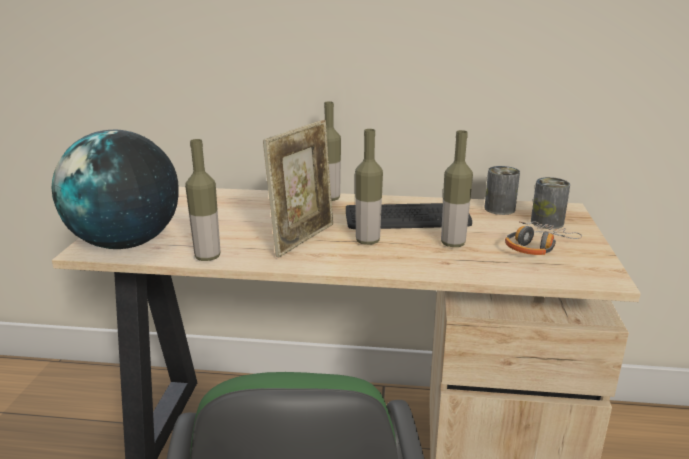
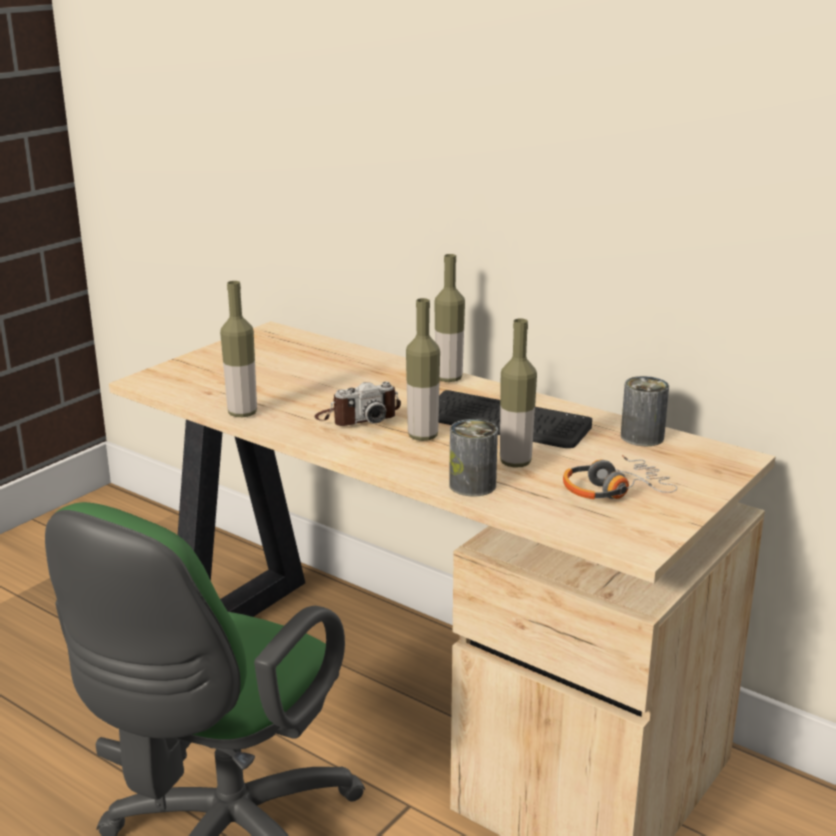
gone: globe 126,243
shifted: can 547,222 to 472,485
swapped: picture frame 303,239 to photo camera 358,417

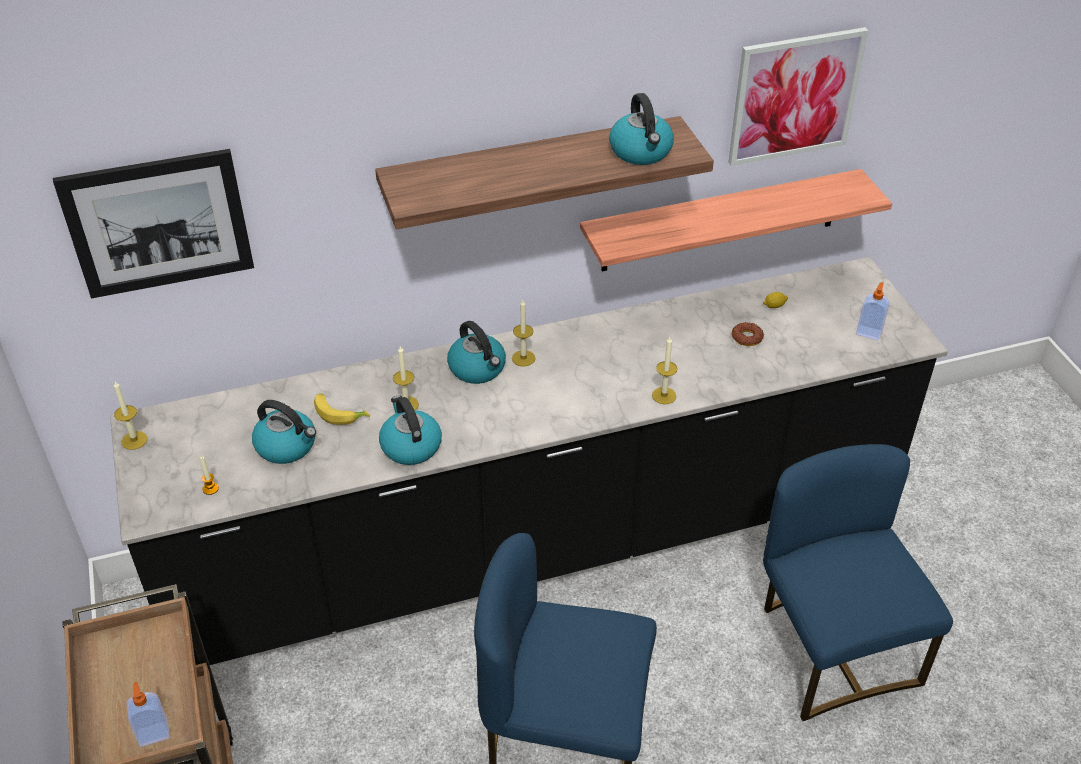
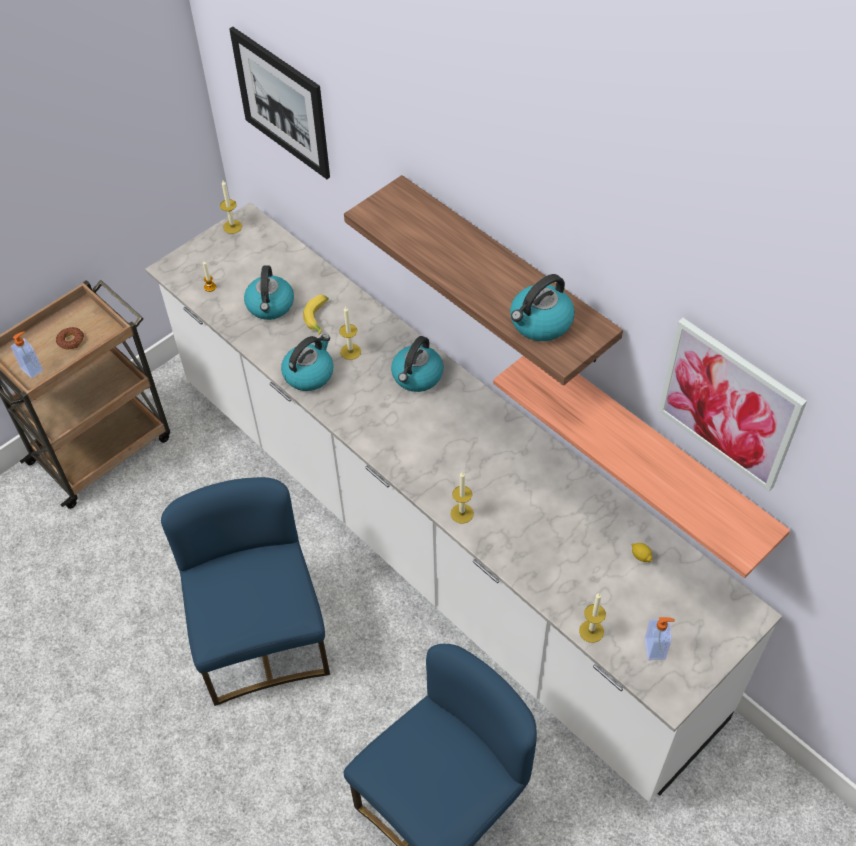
shifted: candle 523,358 to 591,631; donut 747,337 to 71,340
repainted: black counter 540,544 to white counter 431,542

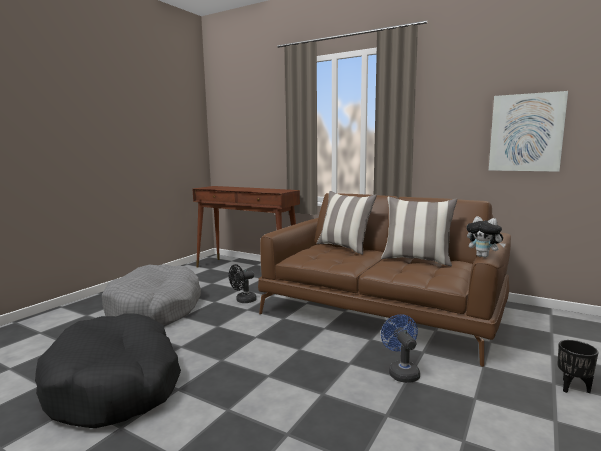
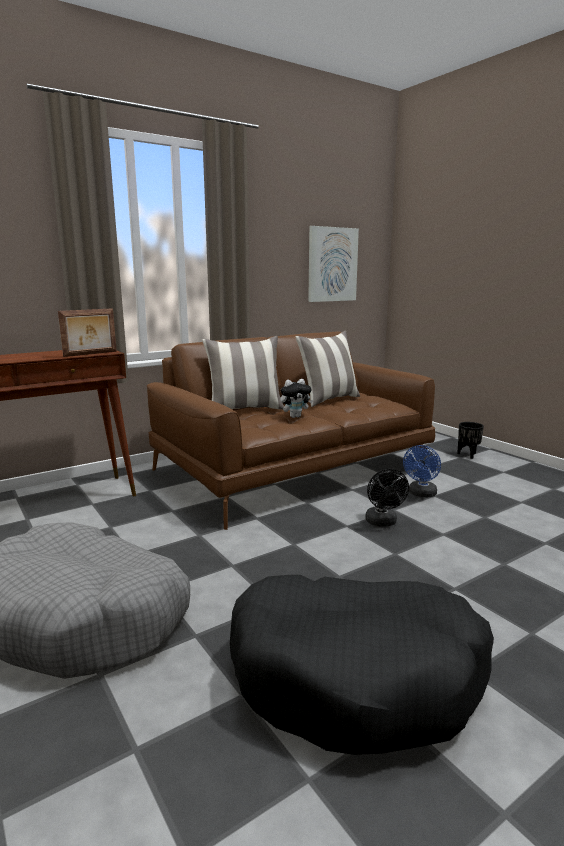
new: picture frame 91,354
shifted: black fan 243,300 to 383,523; plush toy 484,256 to 295,416
rotated: blue fan 401,372 = 421,494 75 degrees counterclockwise

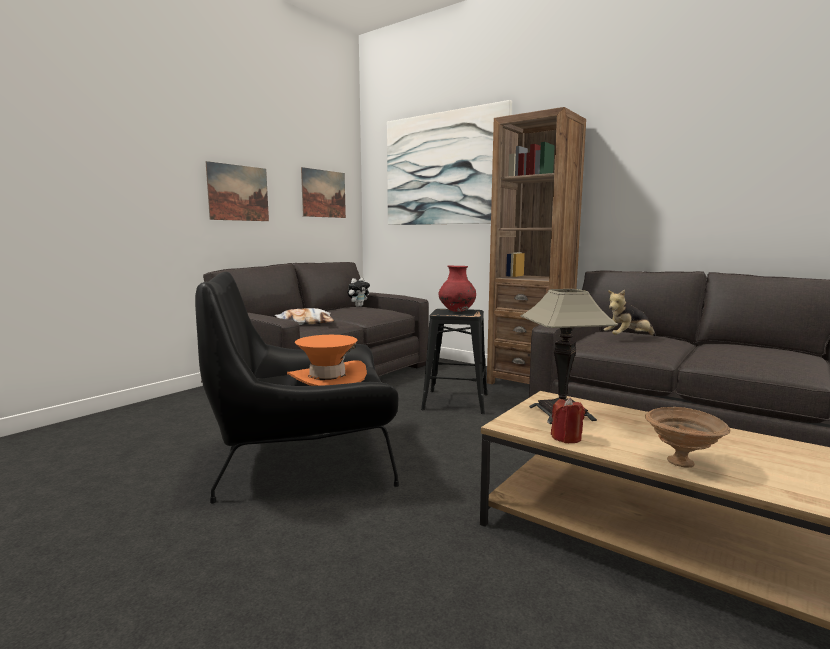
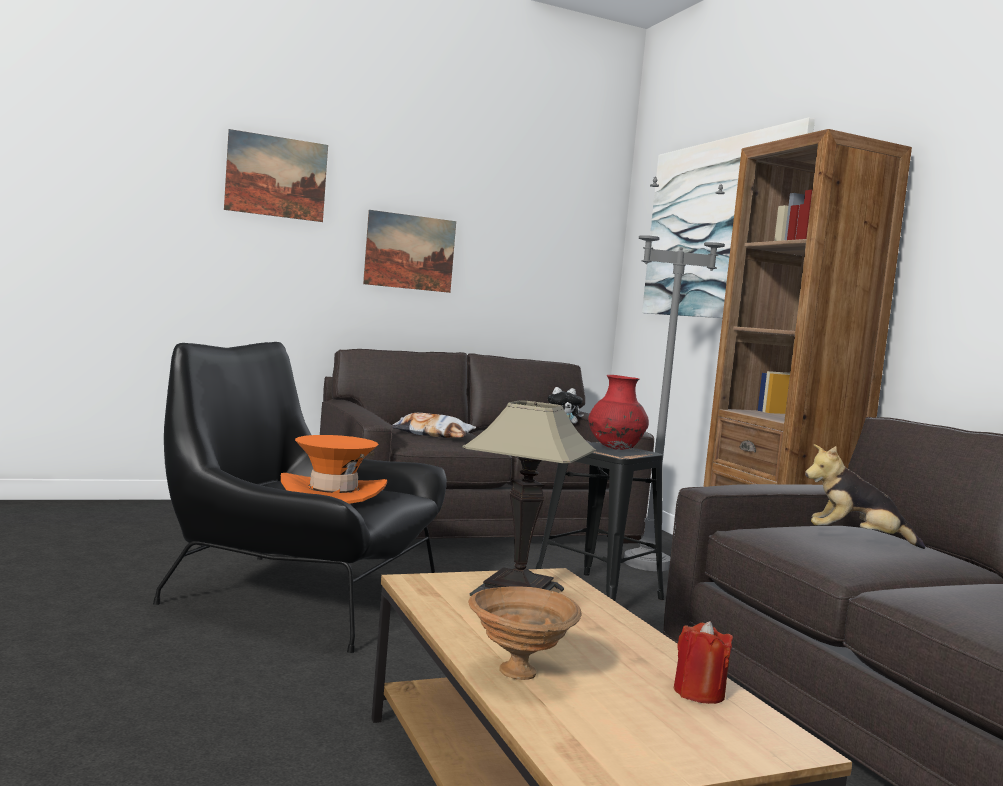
new: grey floor lamp 647,564
shifted: picture 323,194 to 276,176; red candle 566,438 to 699,693

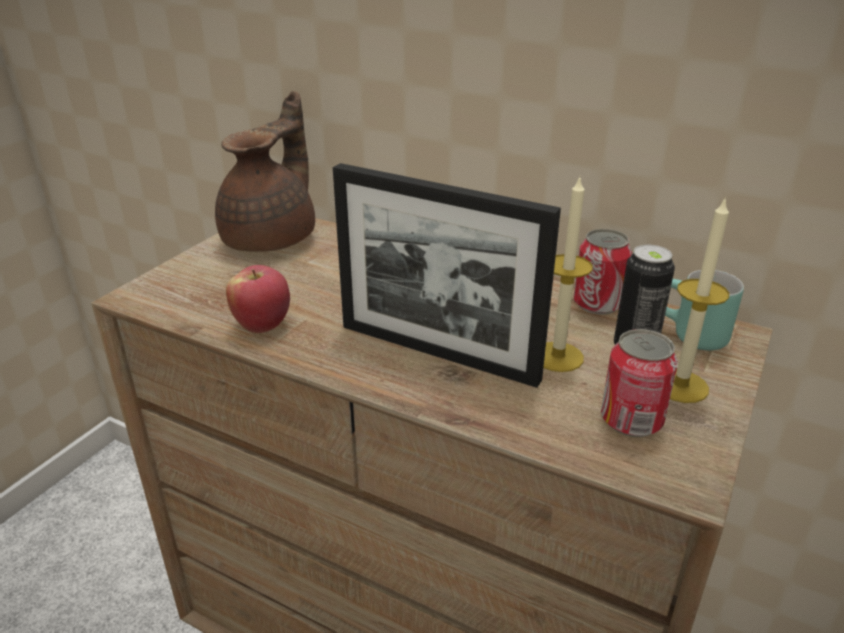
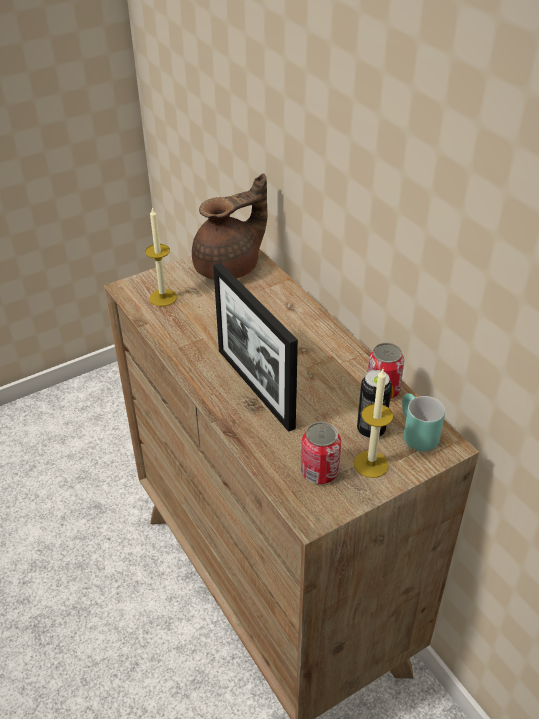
gone: apple 262,325
shifted: candle 558,356 to 163,297

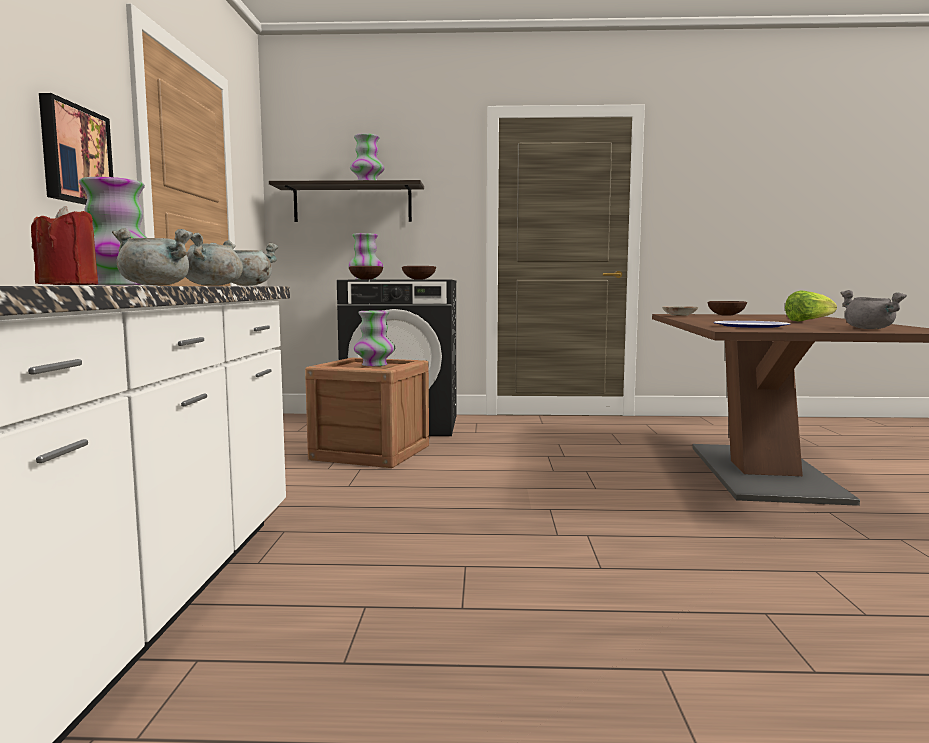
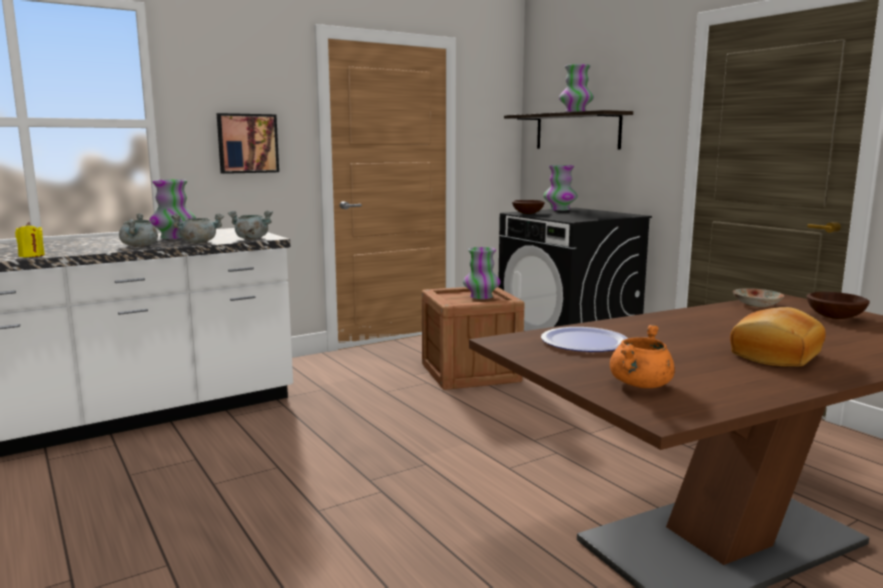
gone: brown bowl 419,279
swapped: lettuce 808,321 to bread 773,354
repainted: red candle 68,285 to yellow candle 32,256; grey cooking pot 870,329 to orange cooking pot 641,385

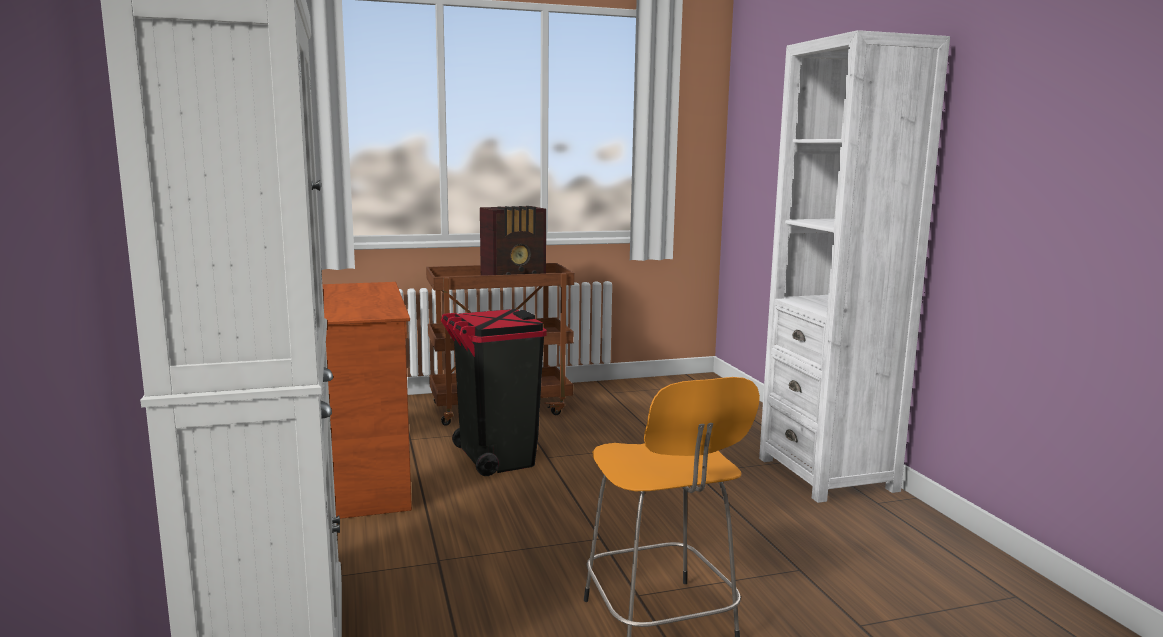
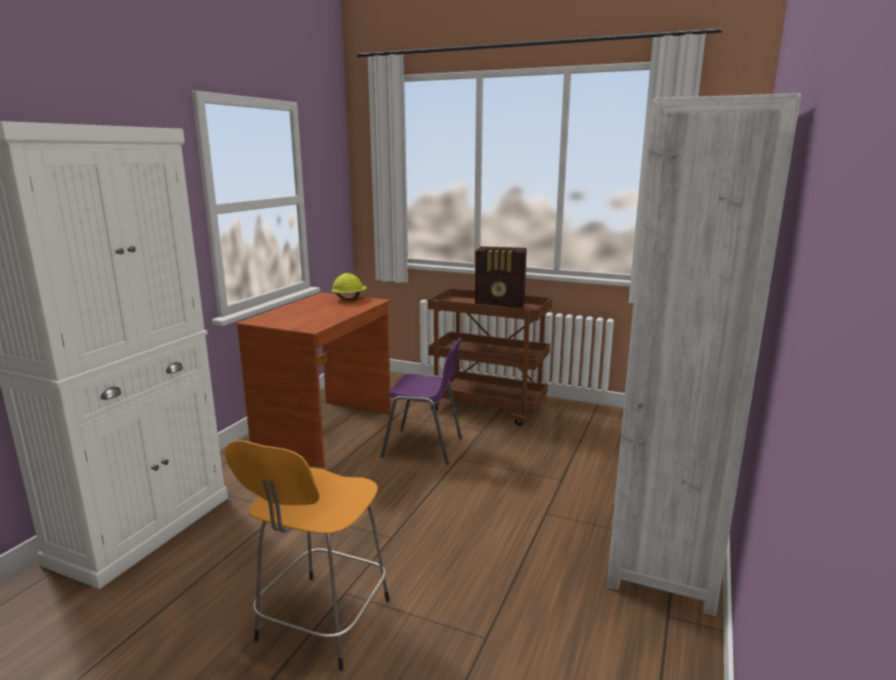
new: yellow hard hat 349,299
swapped: black trash can 496,458 to purple chair 425,447

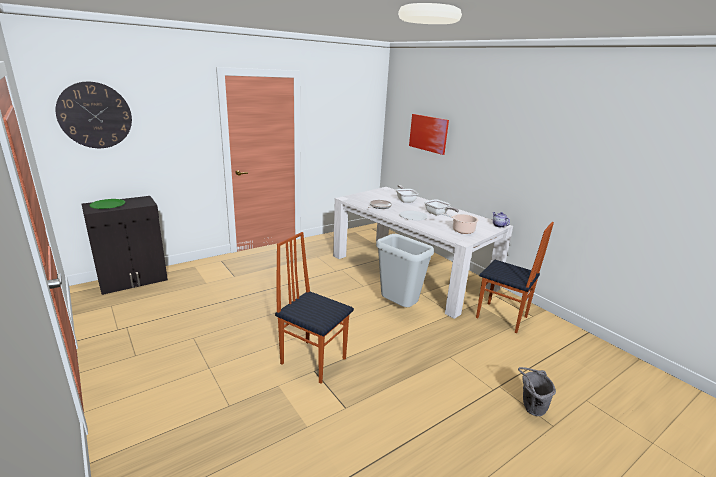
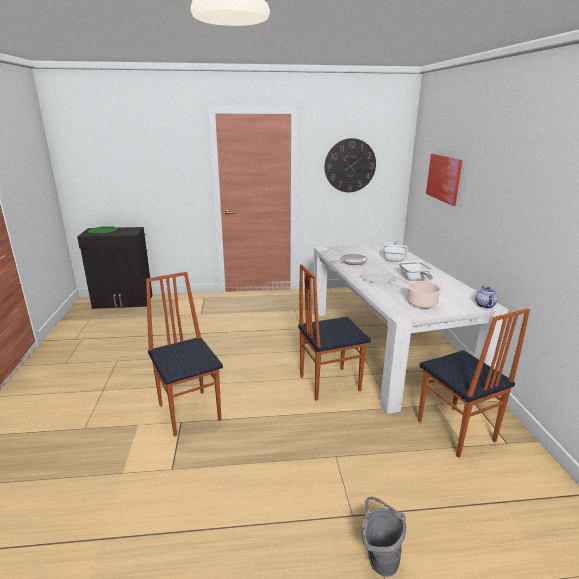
shifted: wall clock 95,115 to 350,165
swapped: grey trash can 397,308 to chair 328,383

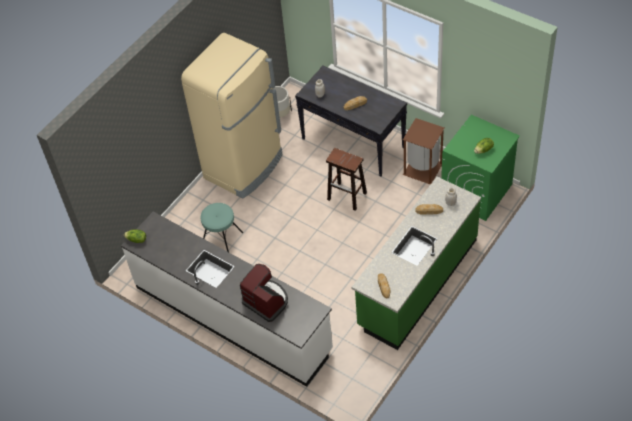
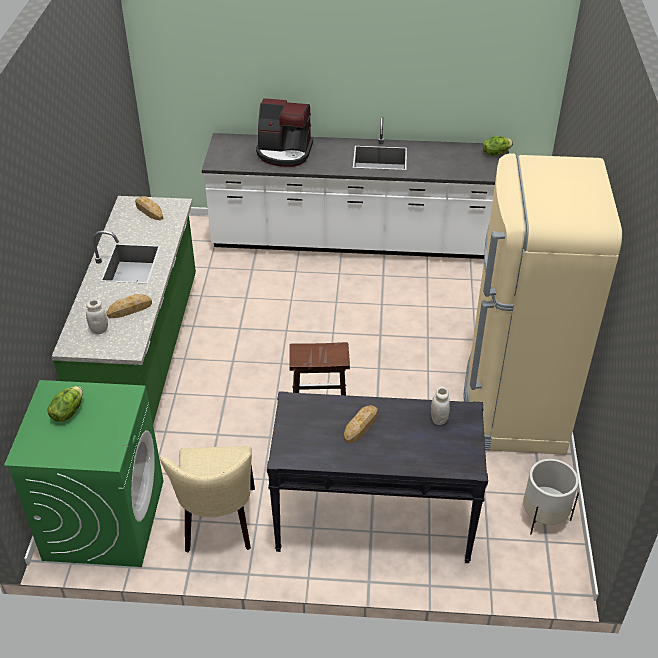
gone: turquoise stool 222,240
swapped: brown trash can 423,168 to beige chair 219,523

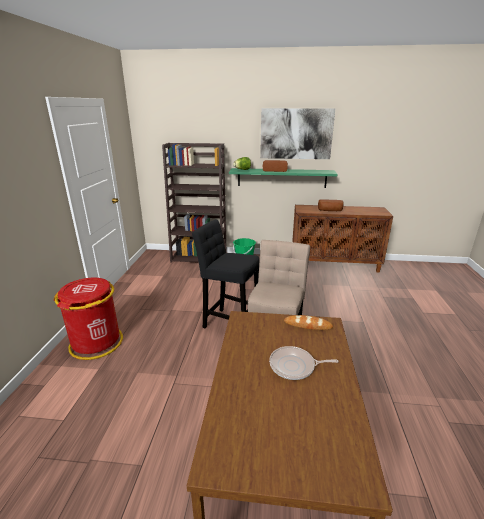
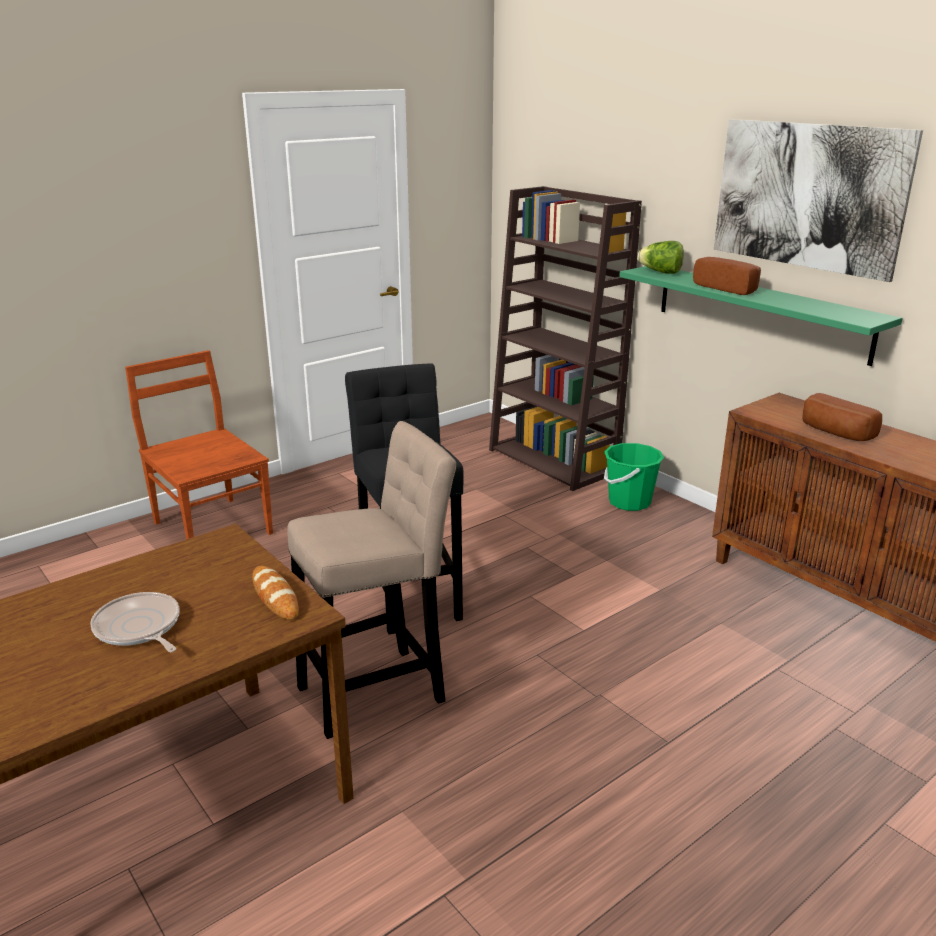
swapped: red trash can 96,343 to brown chair 211,526

